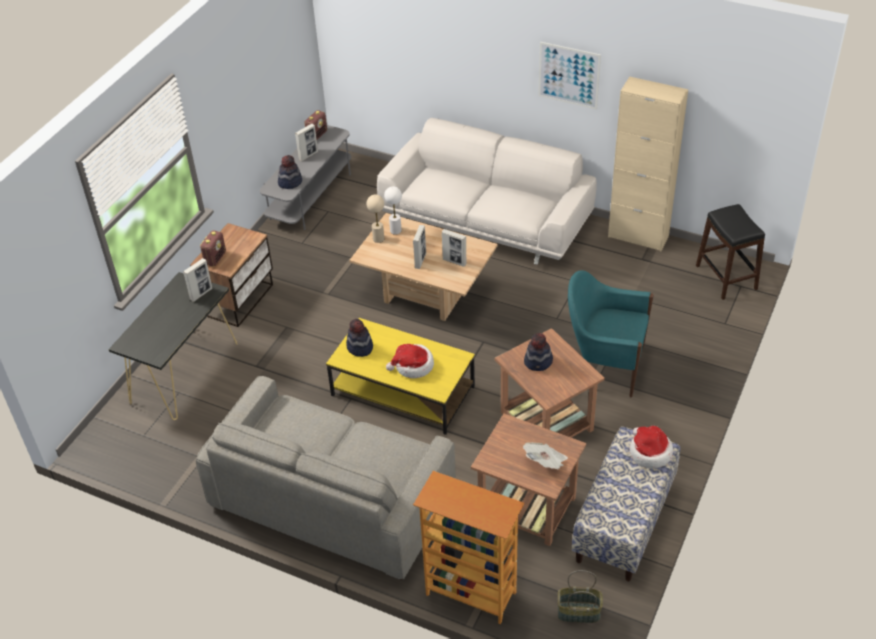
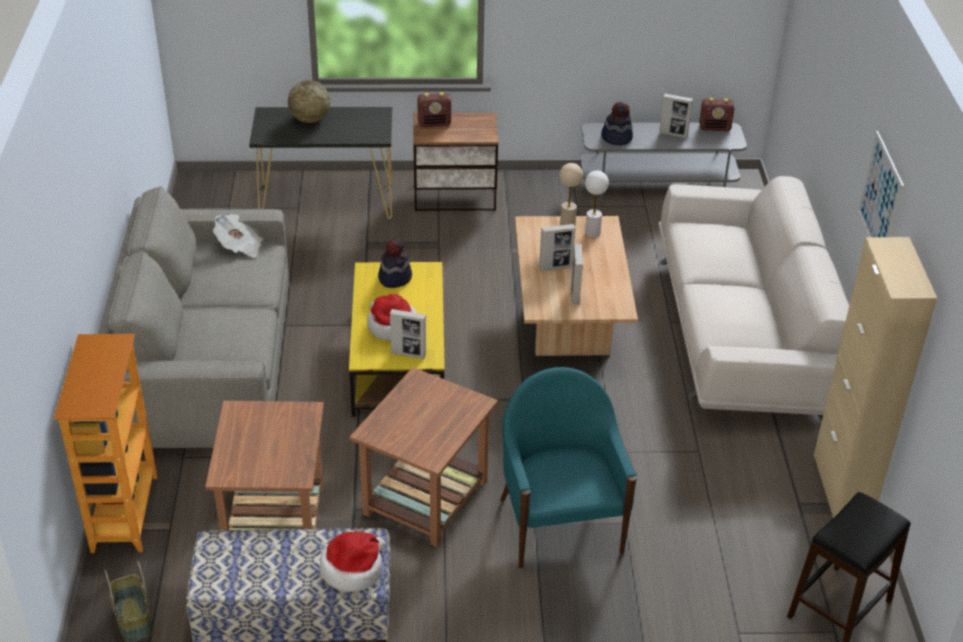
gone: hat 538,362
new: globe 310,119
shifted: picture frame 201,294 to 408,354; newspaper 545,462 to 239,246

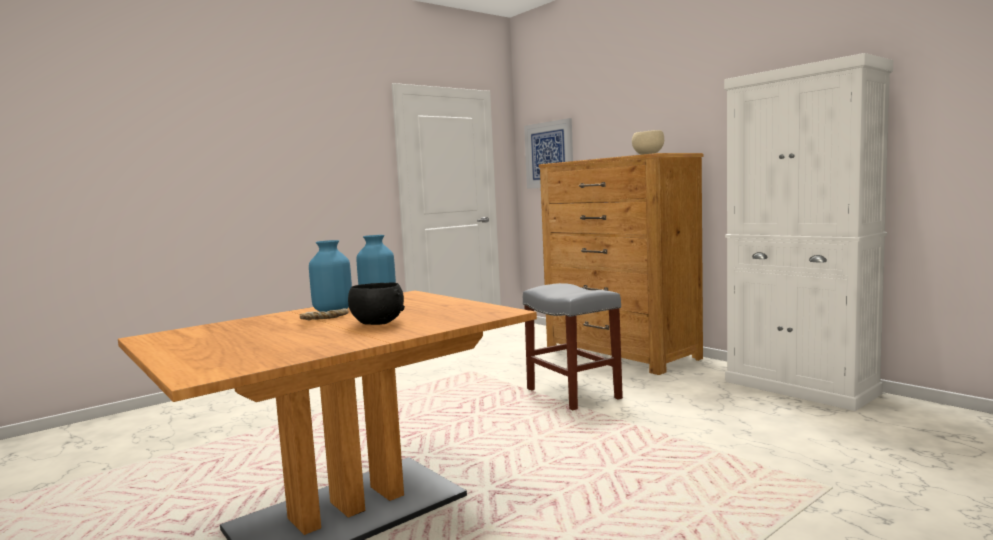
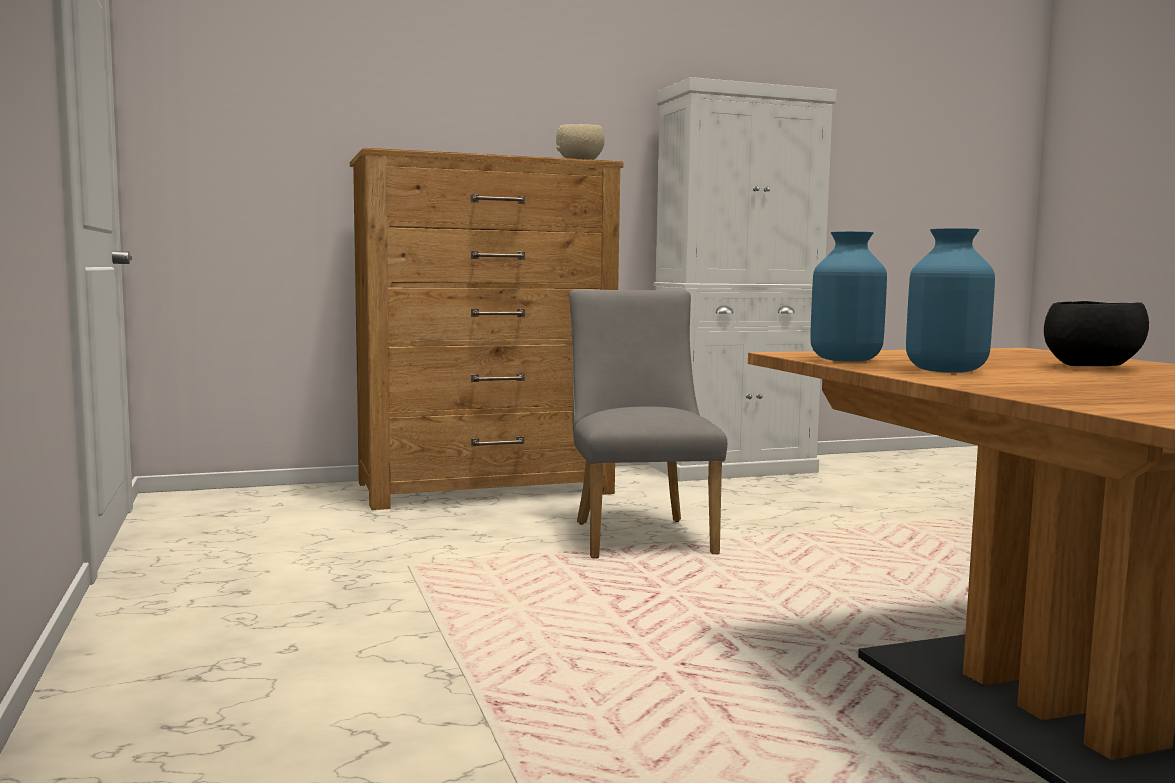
gone: bread 325,320; picture 549,155
swapped: grey stool 574,394 to grey chair 639,535

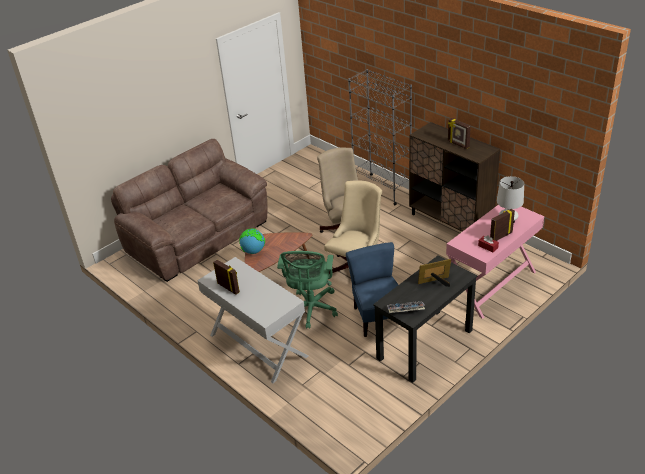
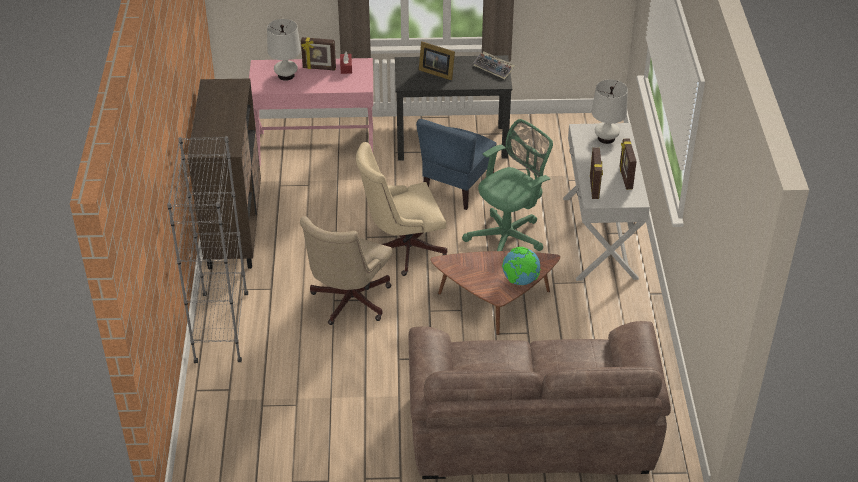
new: white table lamp 606,138
shifted: picture frame 458,144 to 594,187

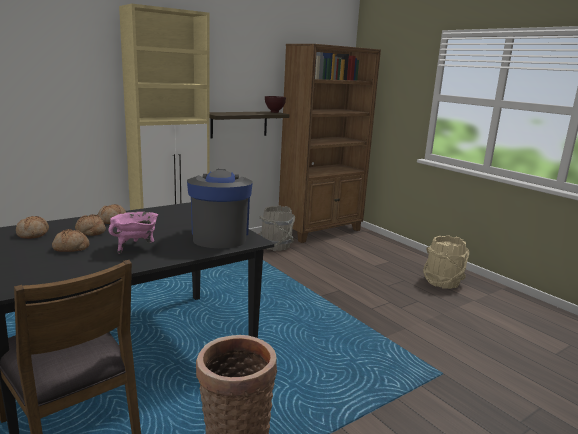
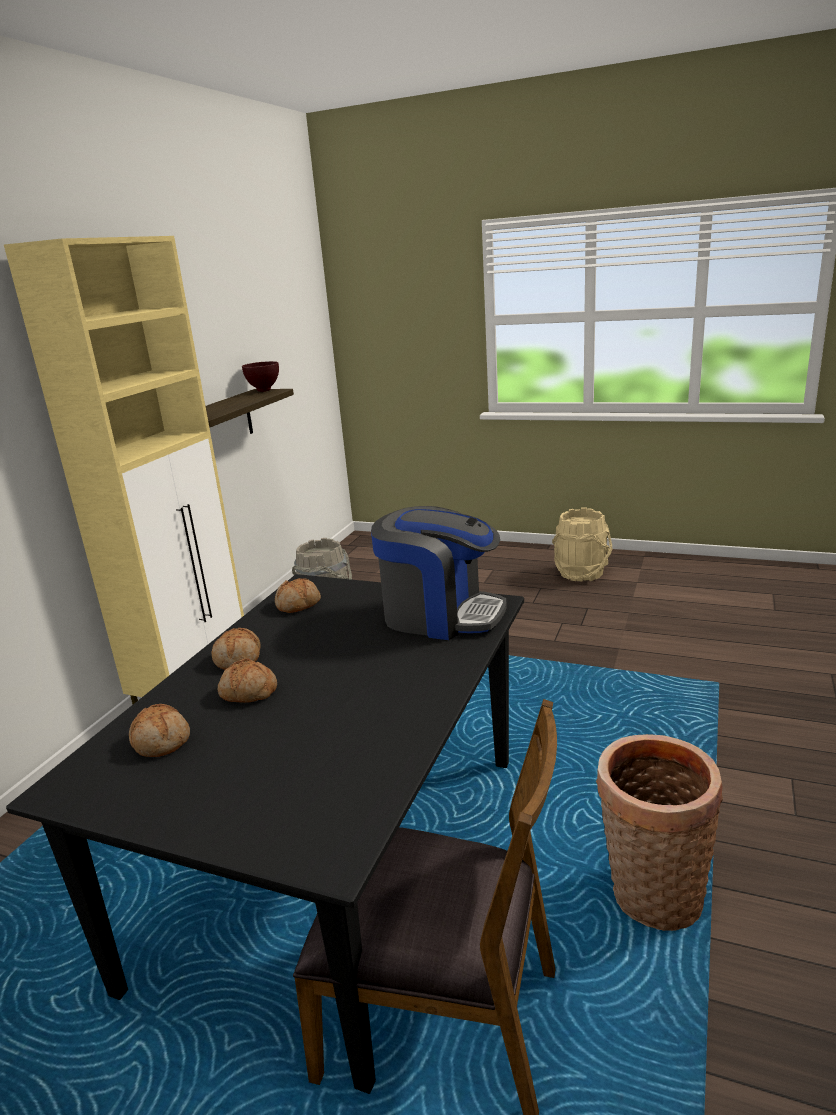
gone: pink cooking pot 136,248; brown bookcase 321,231
shifted: bread 70,248 to 298,604
rotated: coffee machine 219,235 = 440,615 150 degrees clockwise

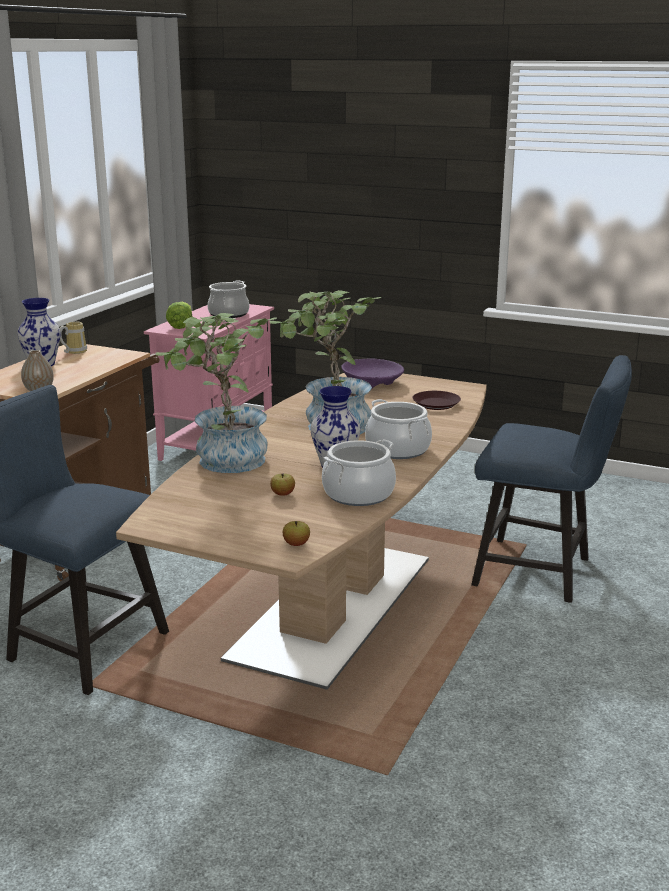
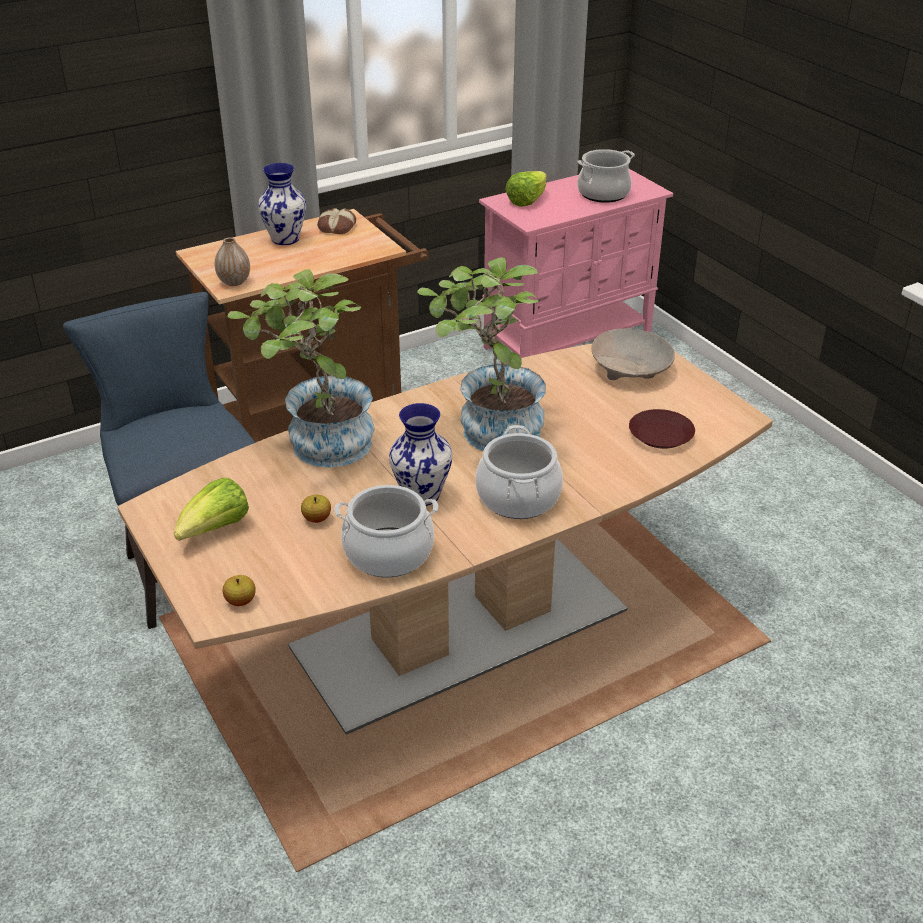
gone: blue chair 542,573
new: lettuce 215,529
swapped: mug 73,352 to bread 336,227
repainted: purple bowl 372,383 to beige bowl 631,368

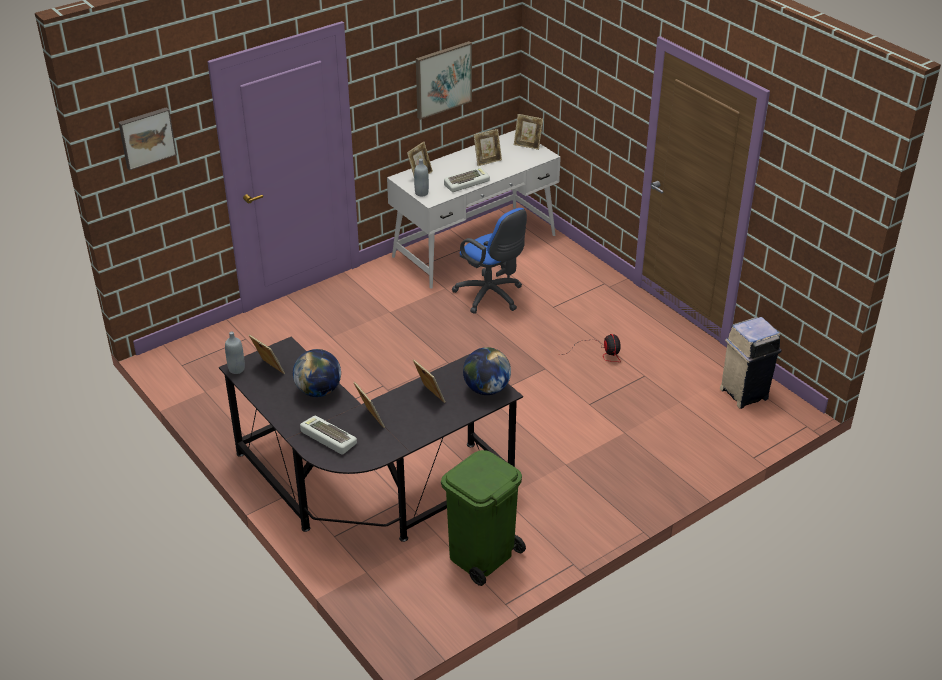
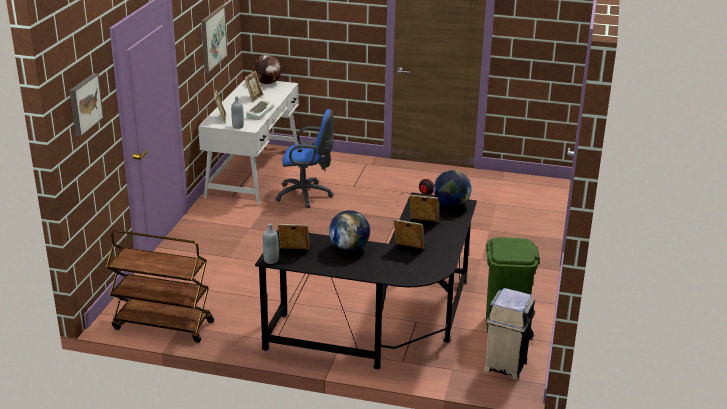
gone: keyboard 327,438
new: brown cart 162,325
shifted: beige trash can 744,393 to 506,365
swapped: picture frame 527,145 to globe 267,83

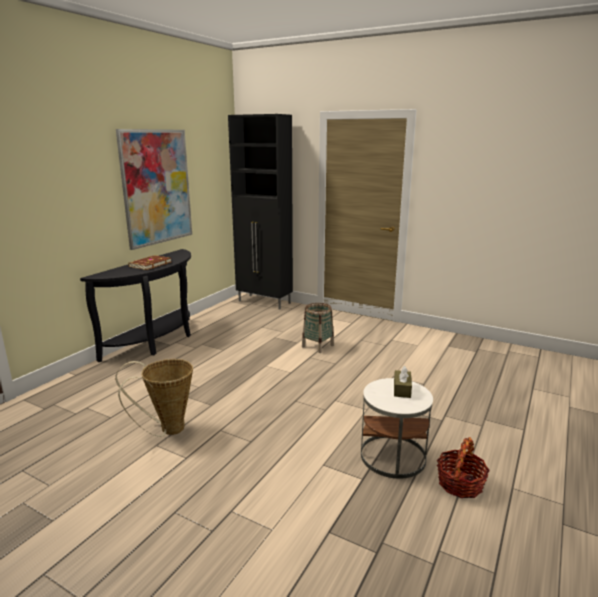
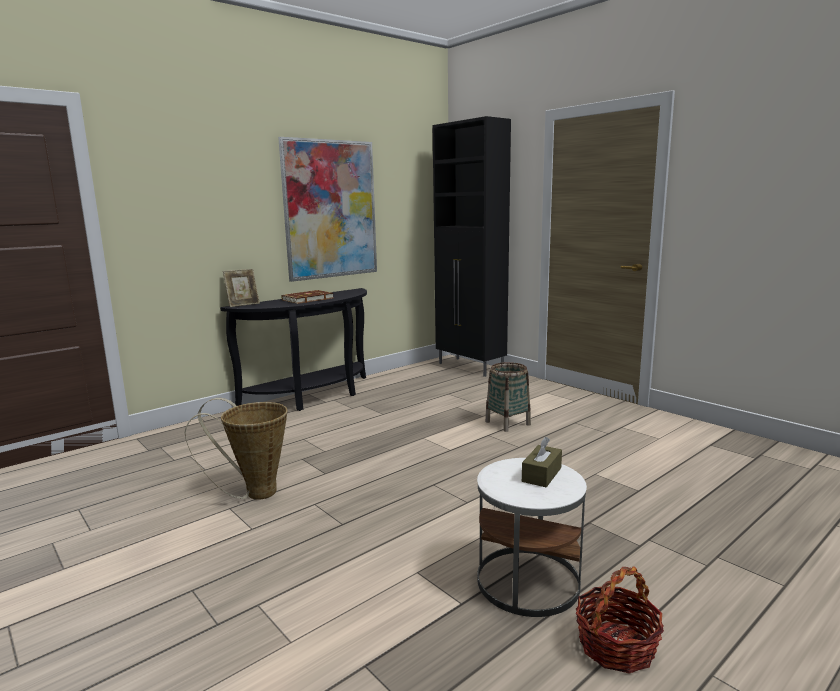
new: picture frame 243,304

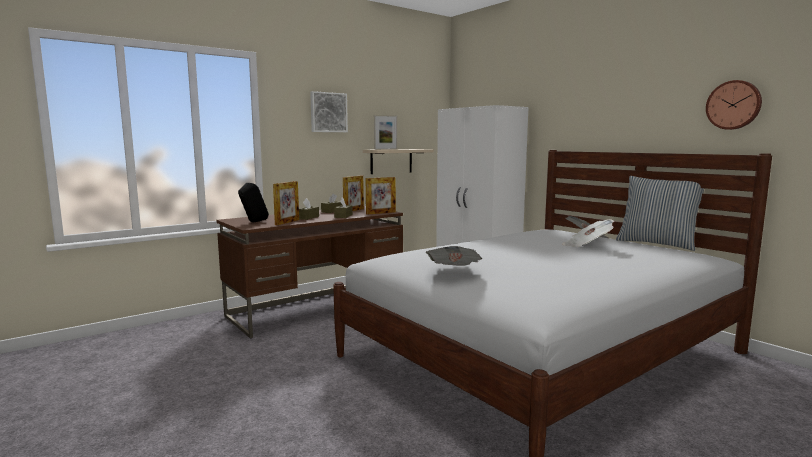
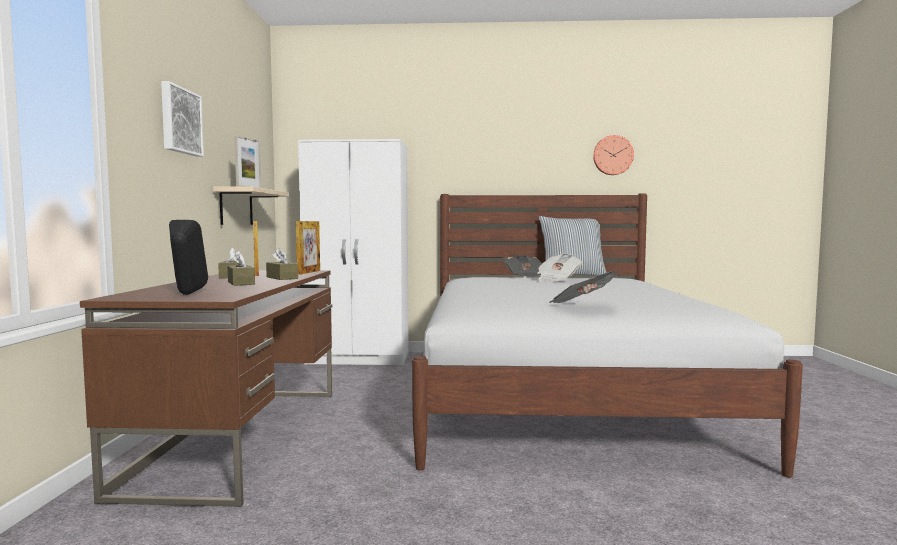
gone: picture frame 287,222

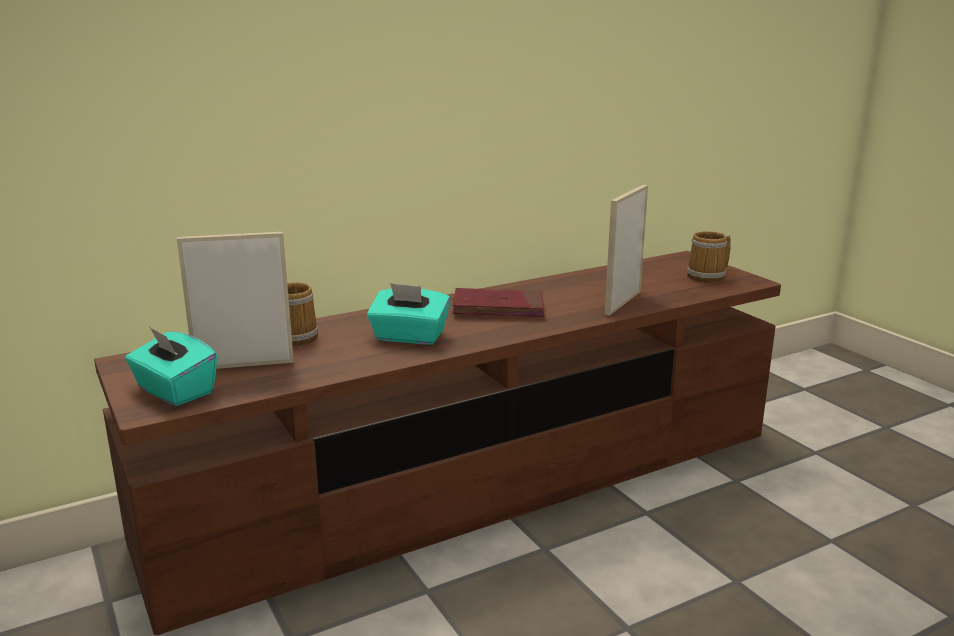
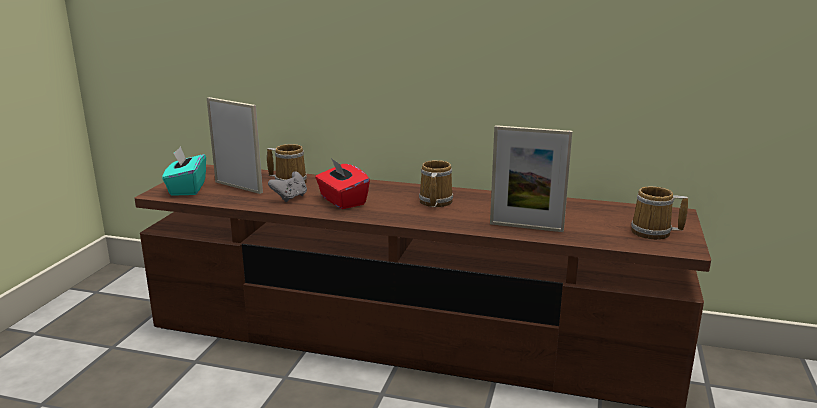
new: grey game controller 290,198
swapped: red book 498,308 to mug 434,202
repainted: turquoise tissue box 409,337 to red tissue box 342,201
rotated: picture frame 623,303 = 526,227 150 degrees counterclockwise

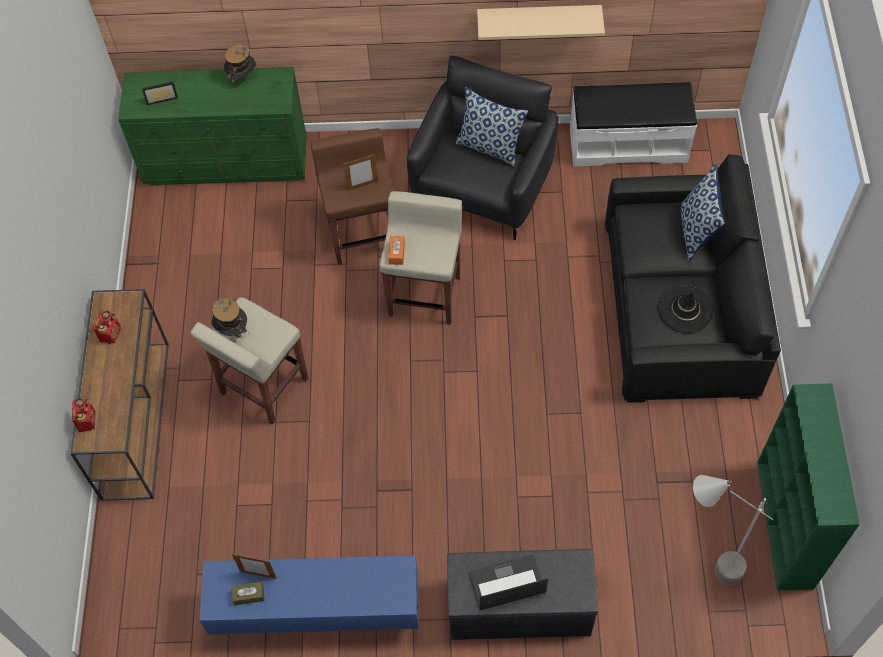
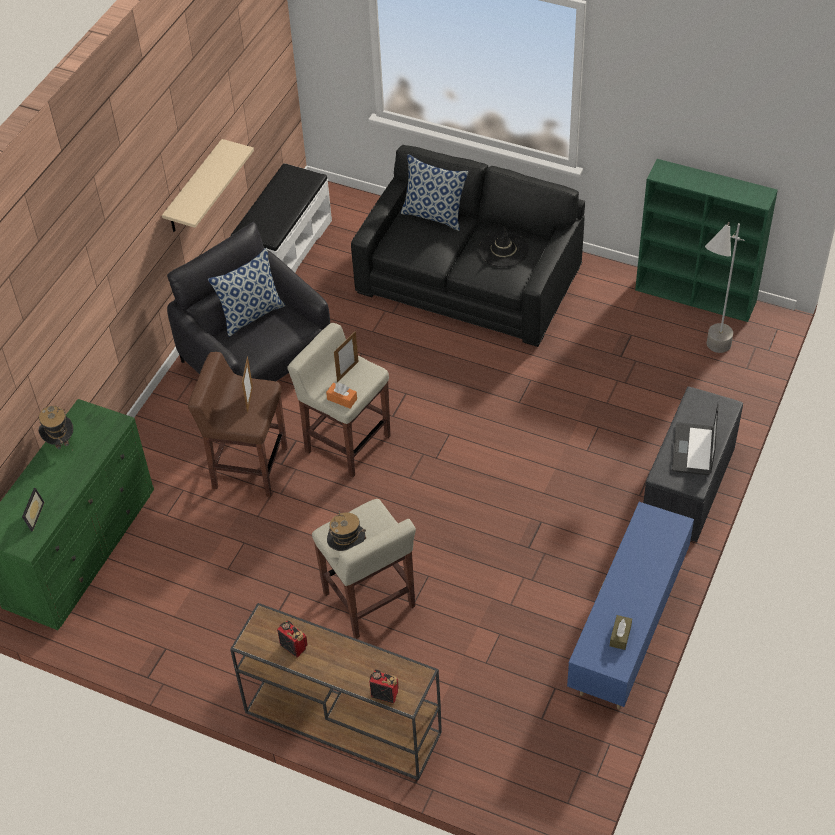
shifted: picture frame 258,575 to 347,371

